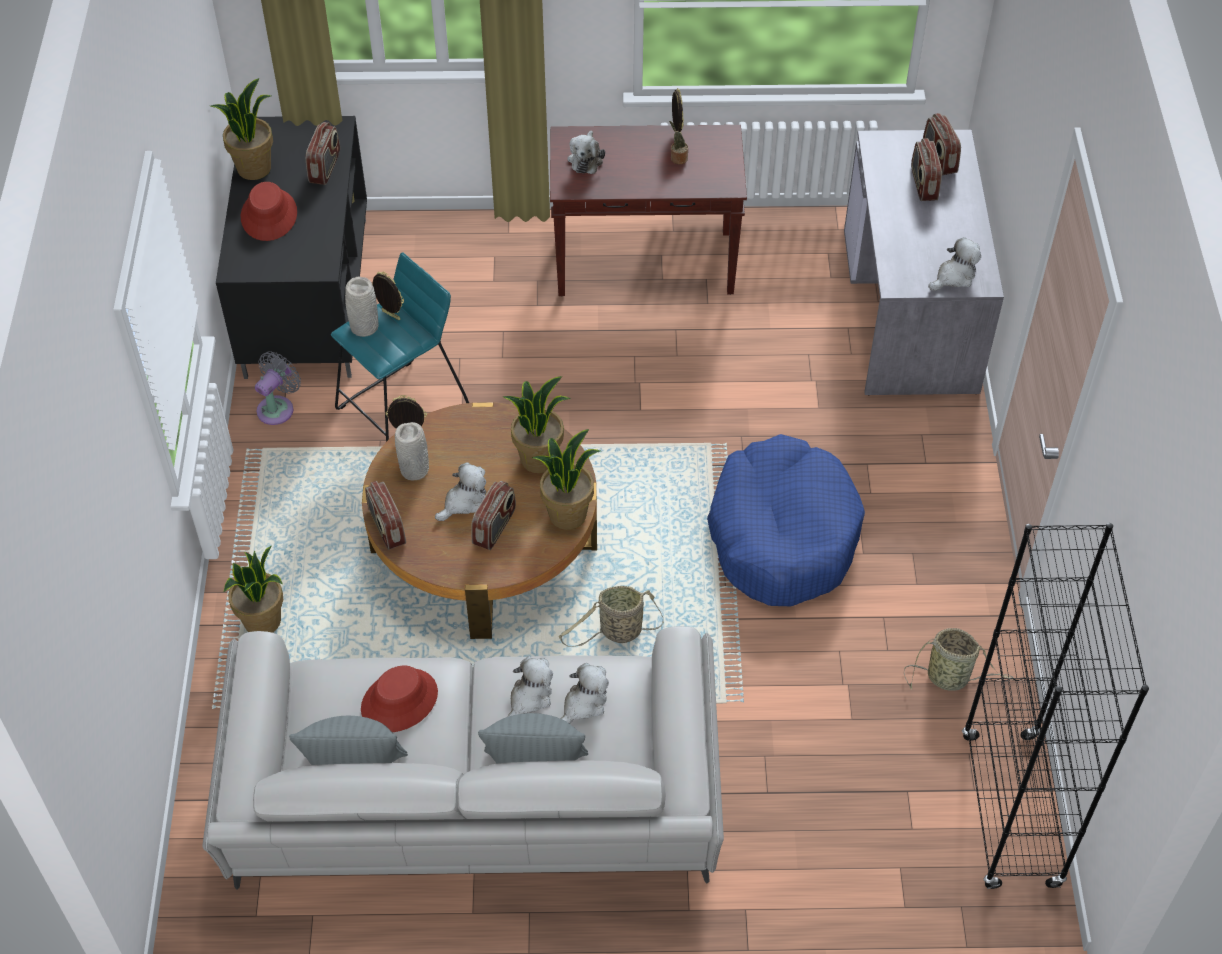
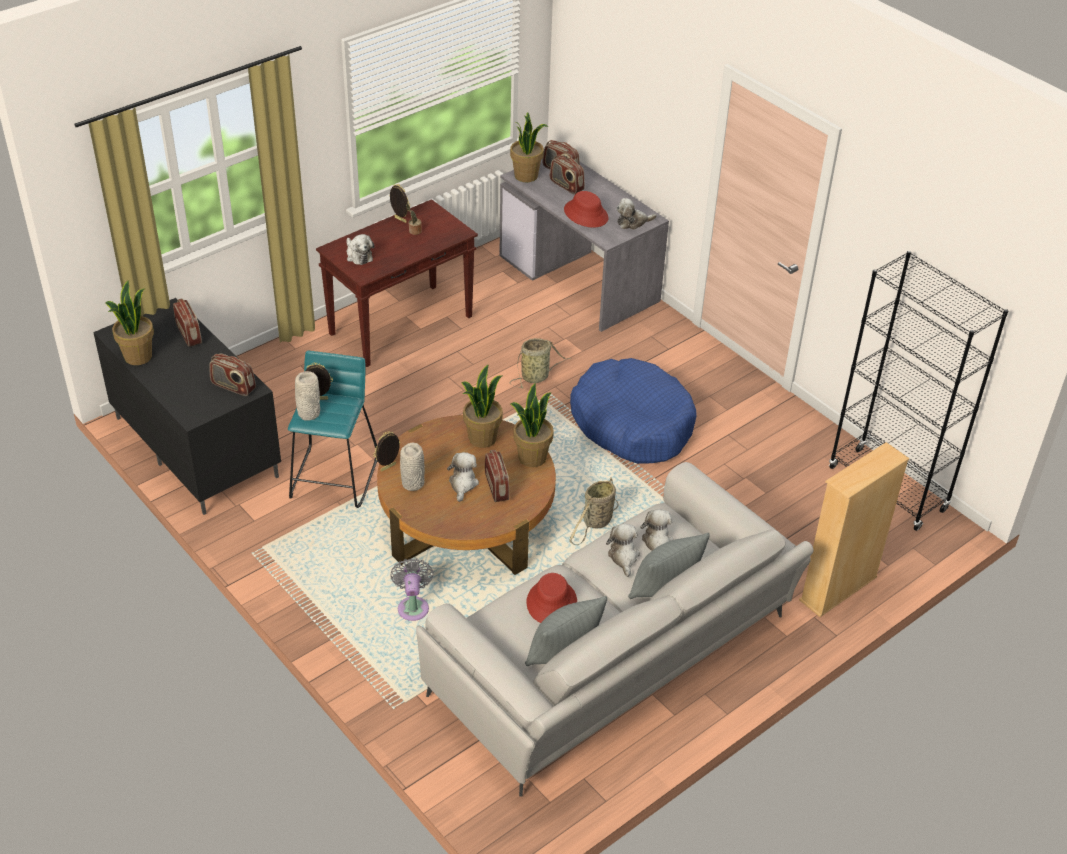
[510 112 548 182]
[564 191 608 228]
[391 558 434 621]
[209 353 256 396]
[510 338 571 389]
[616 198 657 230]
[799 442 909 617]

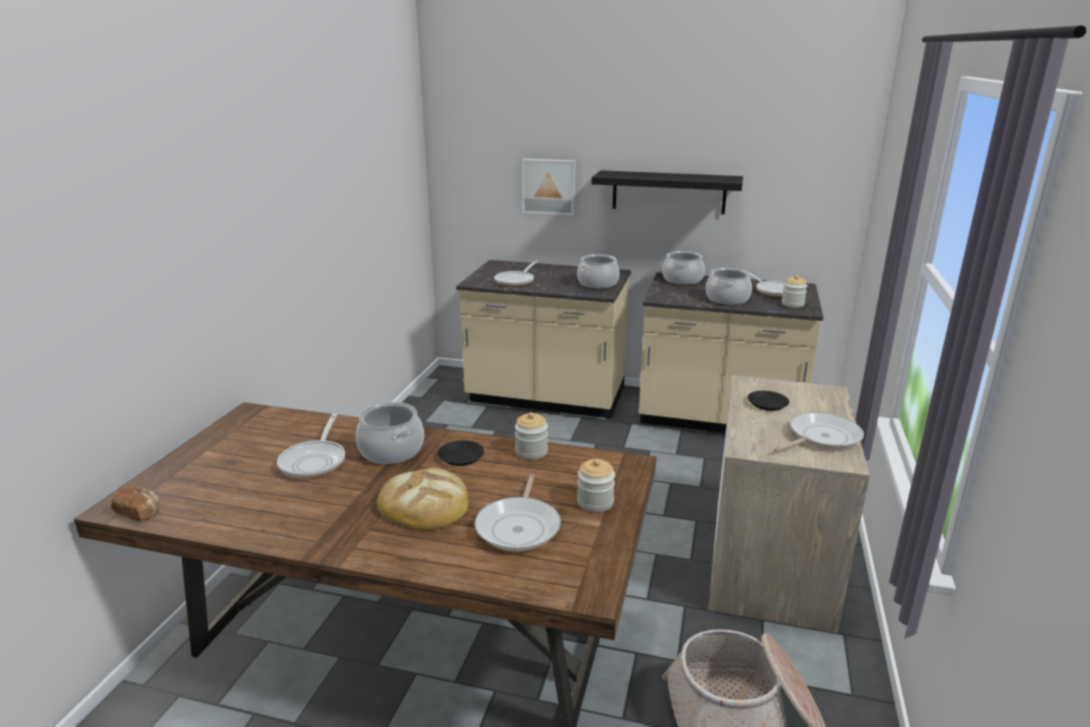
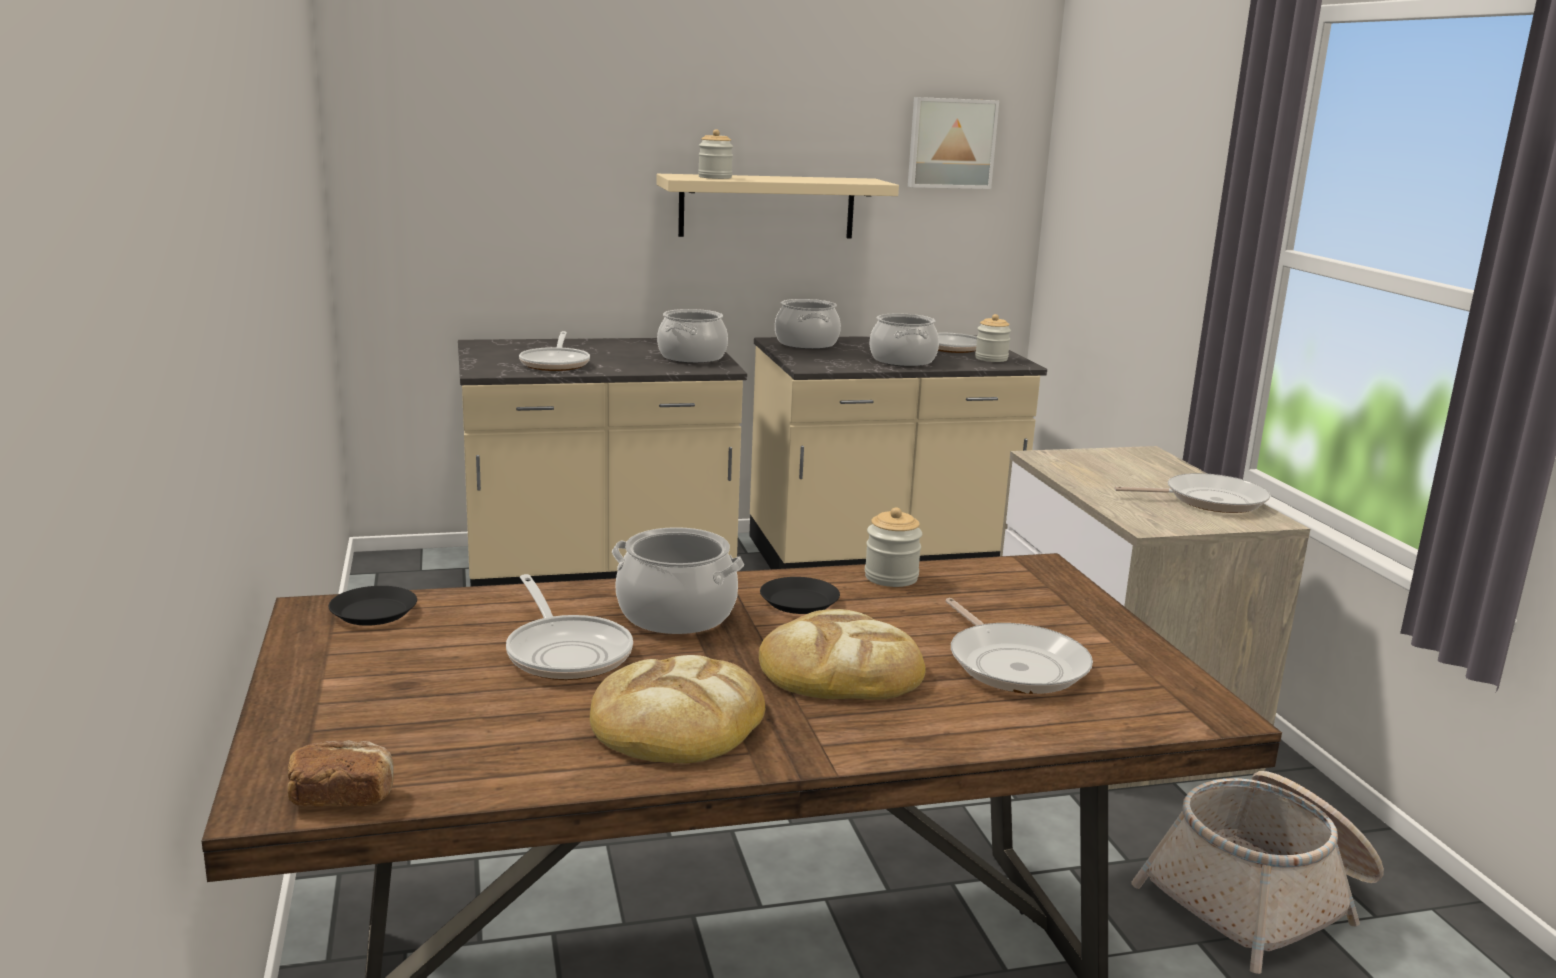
[908 97 999 189]
[698 129 733 179]
[656 174 899 238]
[329 586 417 626]
[1114 473 1271 513]
[590 655 765 763]

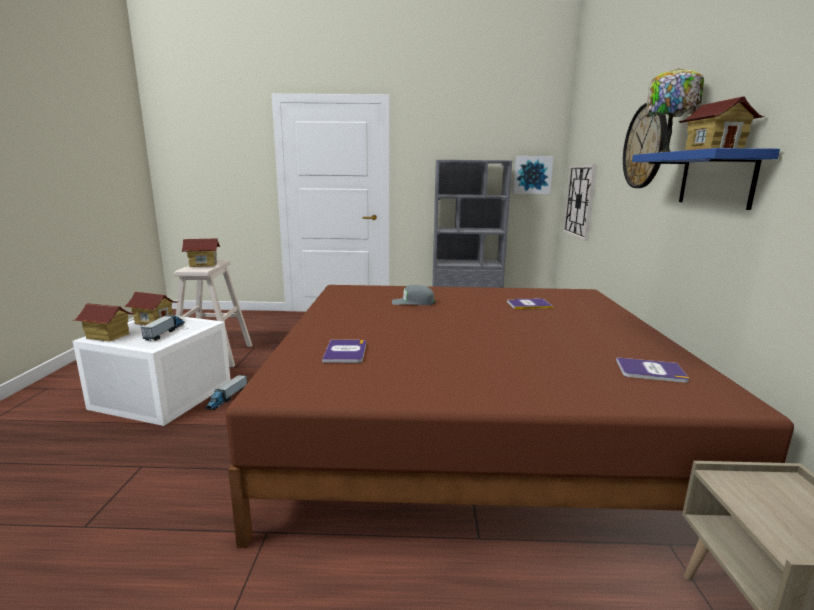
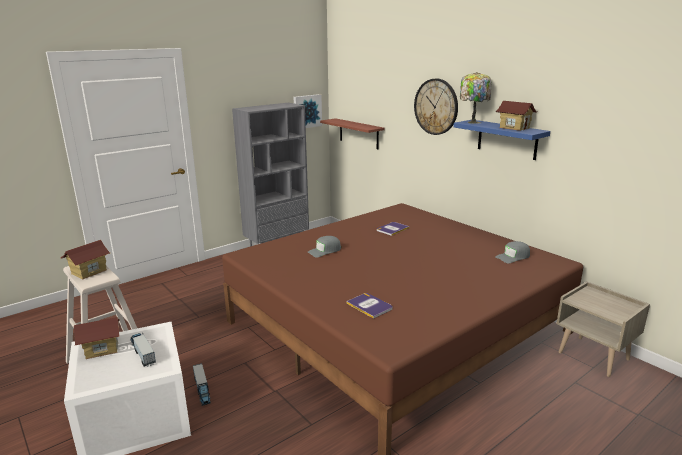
[74 303 135 342] (first image)
[320 118 385 149]
[495 241 530 264]

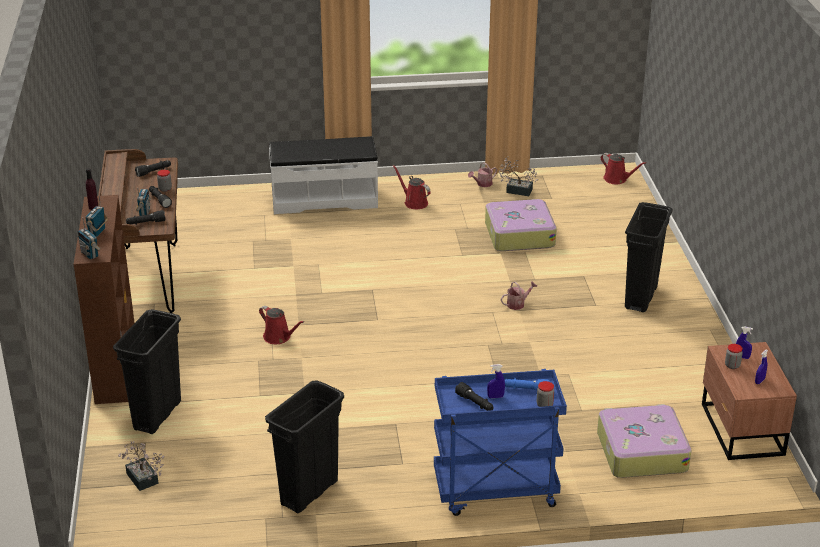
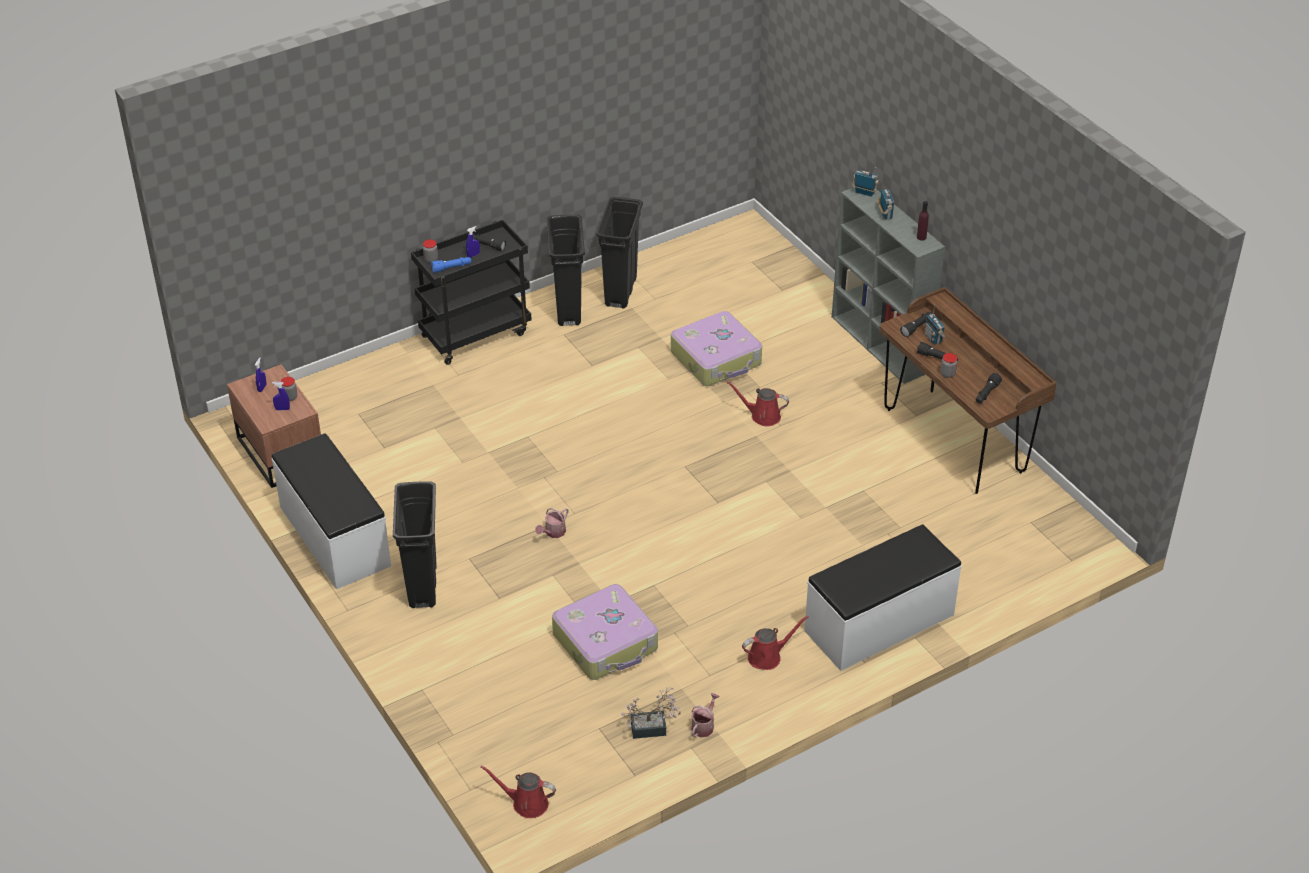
[832 187 945 384]
[547 214 585 326]
[118 441 165 491] (first image)
[742 616 808 670]
[411 220 532 365]
[671 311 762 386]
[272 433 391 589]

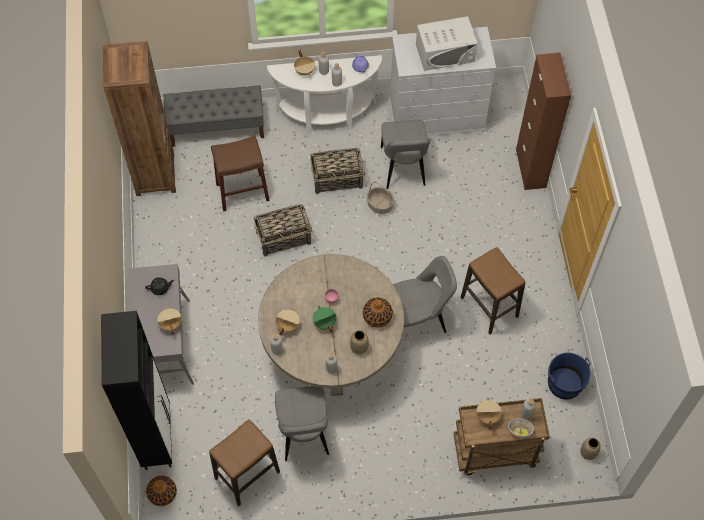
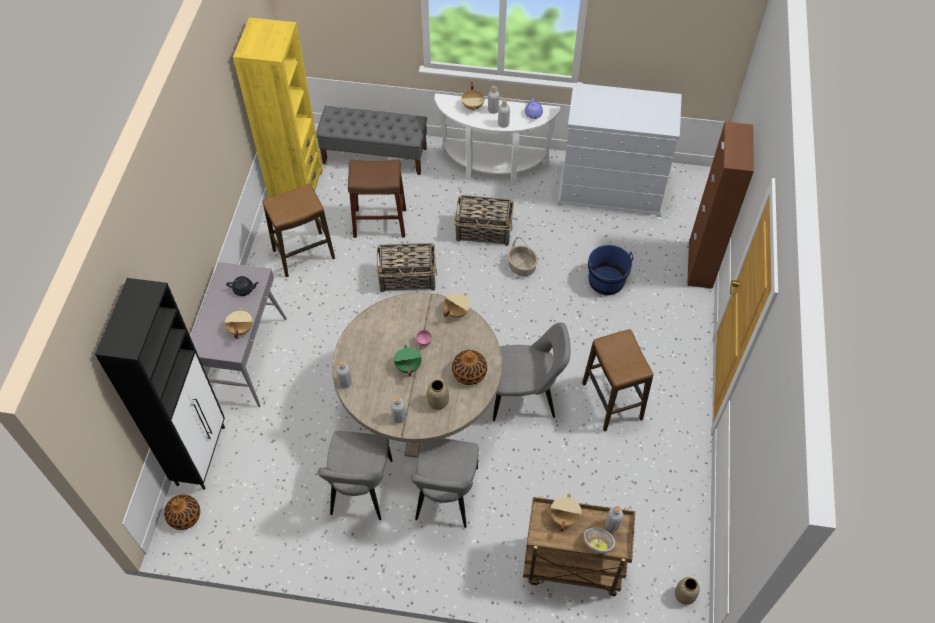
[233 18 323 198]
[262 183 335 277]
[443 293 470 318]
[411 438 479 528]
[416 16 477 71] (first image)
[588 245 633 295]

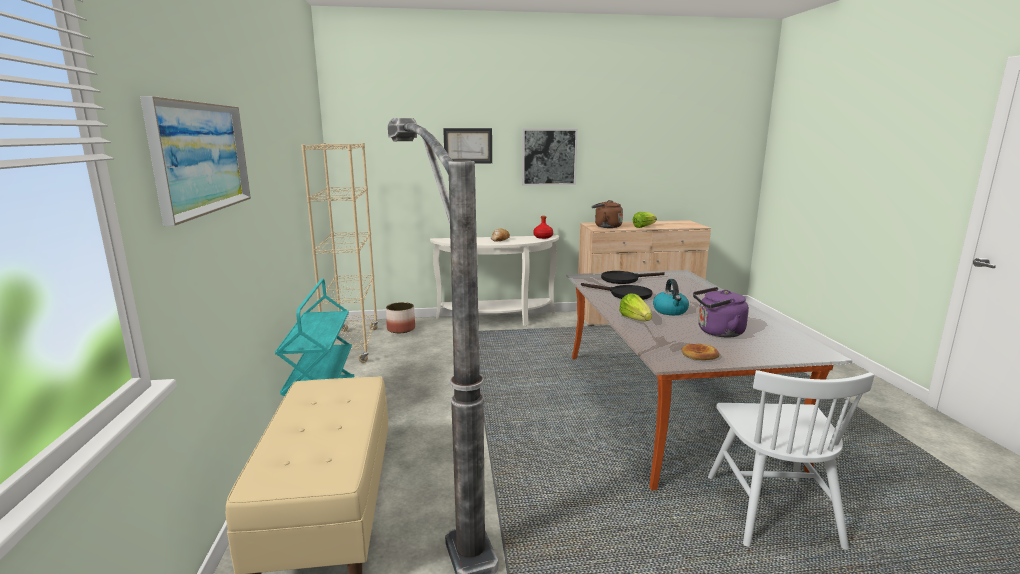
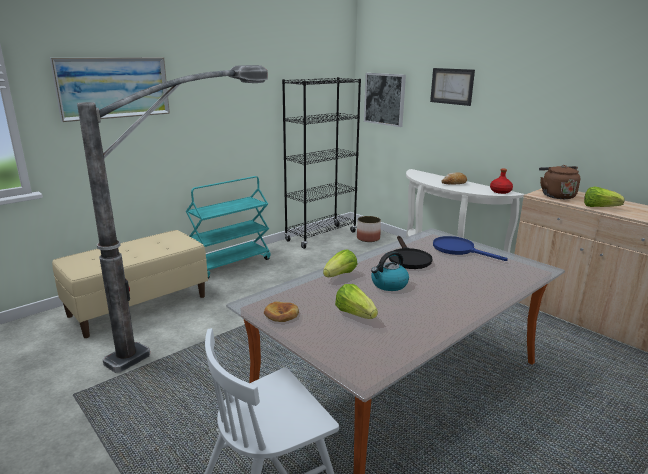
[282 77 361 249]
[364 73 406 127]
[433 236 508 261]
[335 284 378 319]

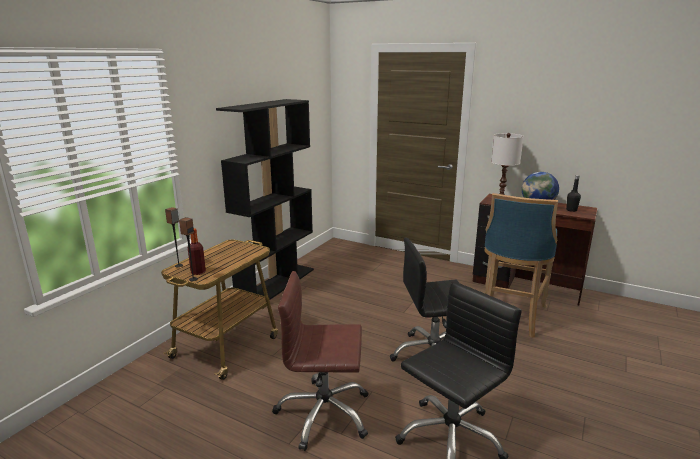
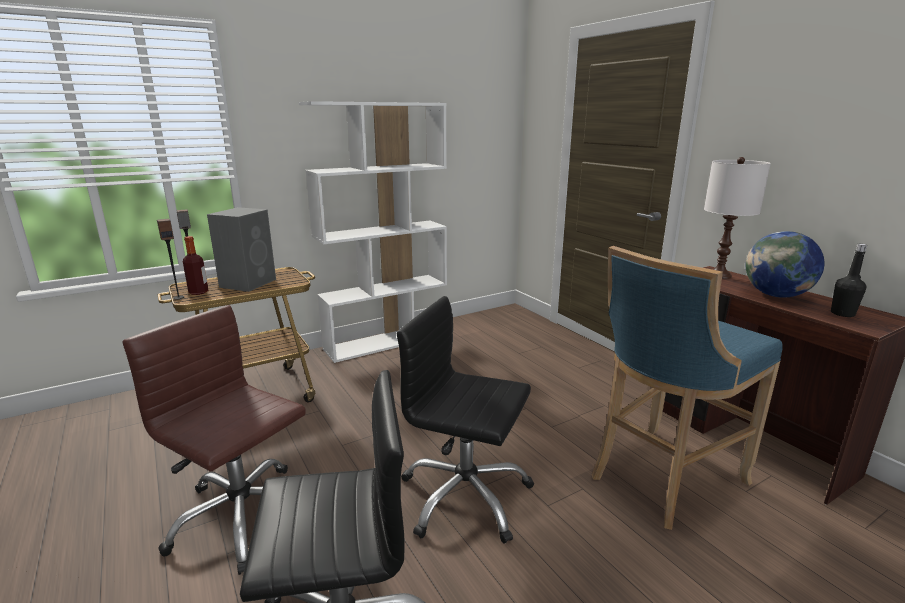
[299 101 447 363]
[207 207 276 292]

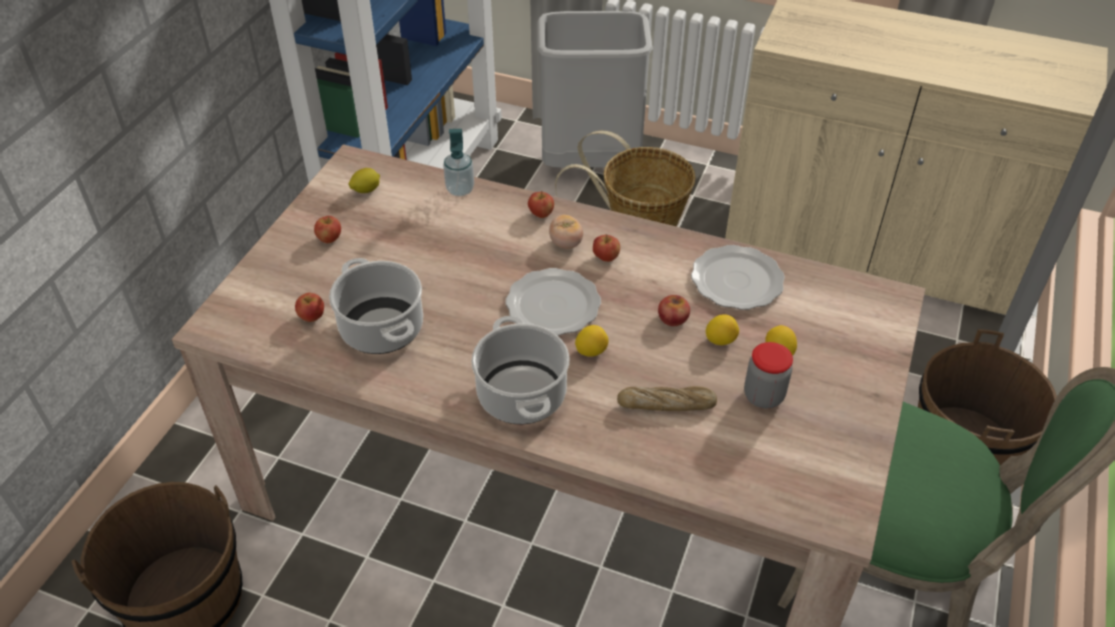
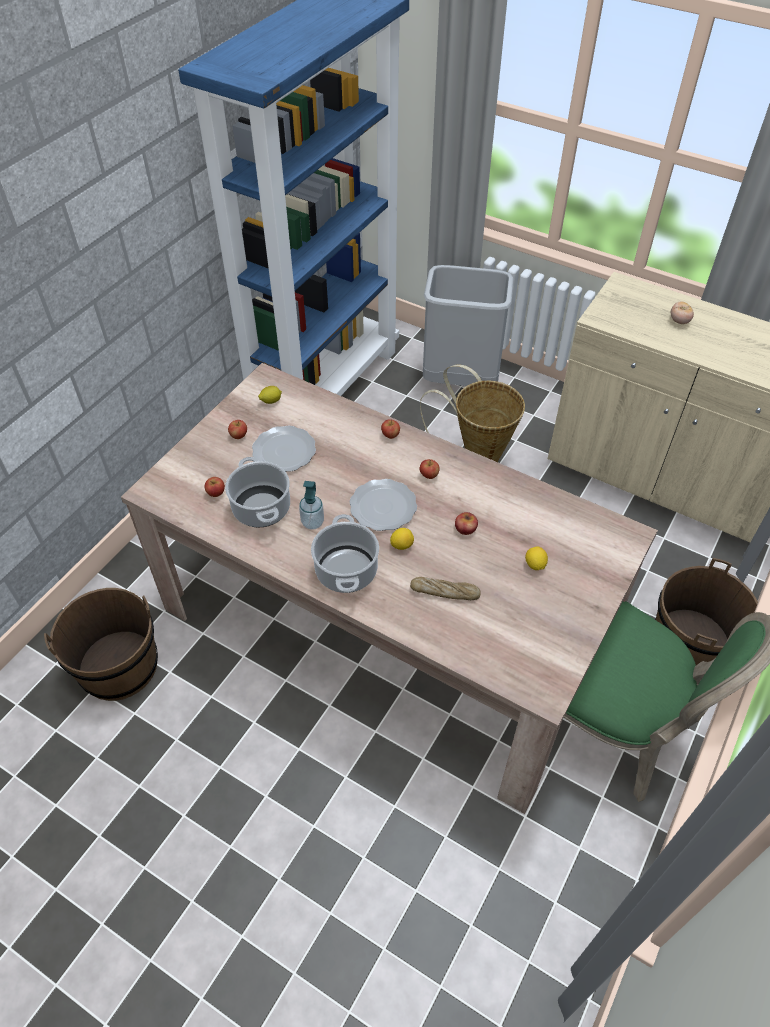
[299 481 324 530]
[671 301 694 324]
[252 426 316 471]
[706 314 739 345] (first image)
[744 342 793 409] (first image)

